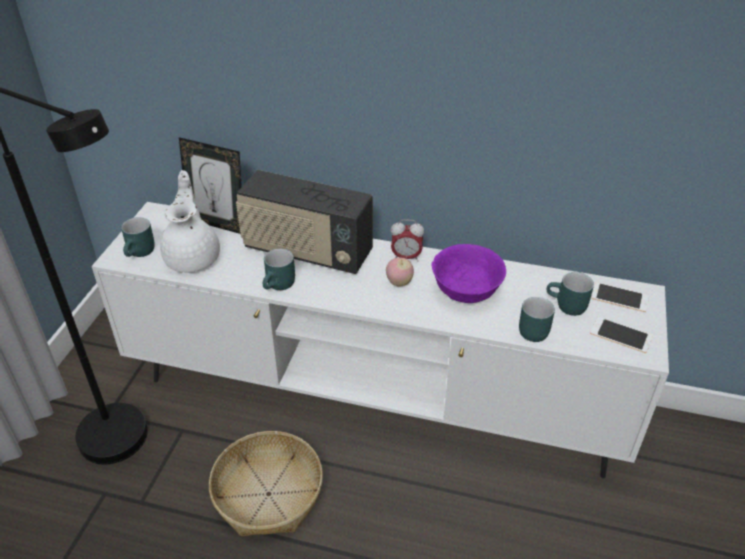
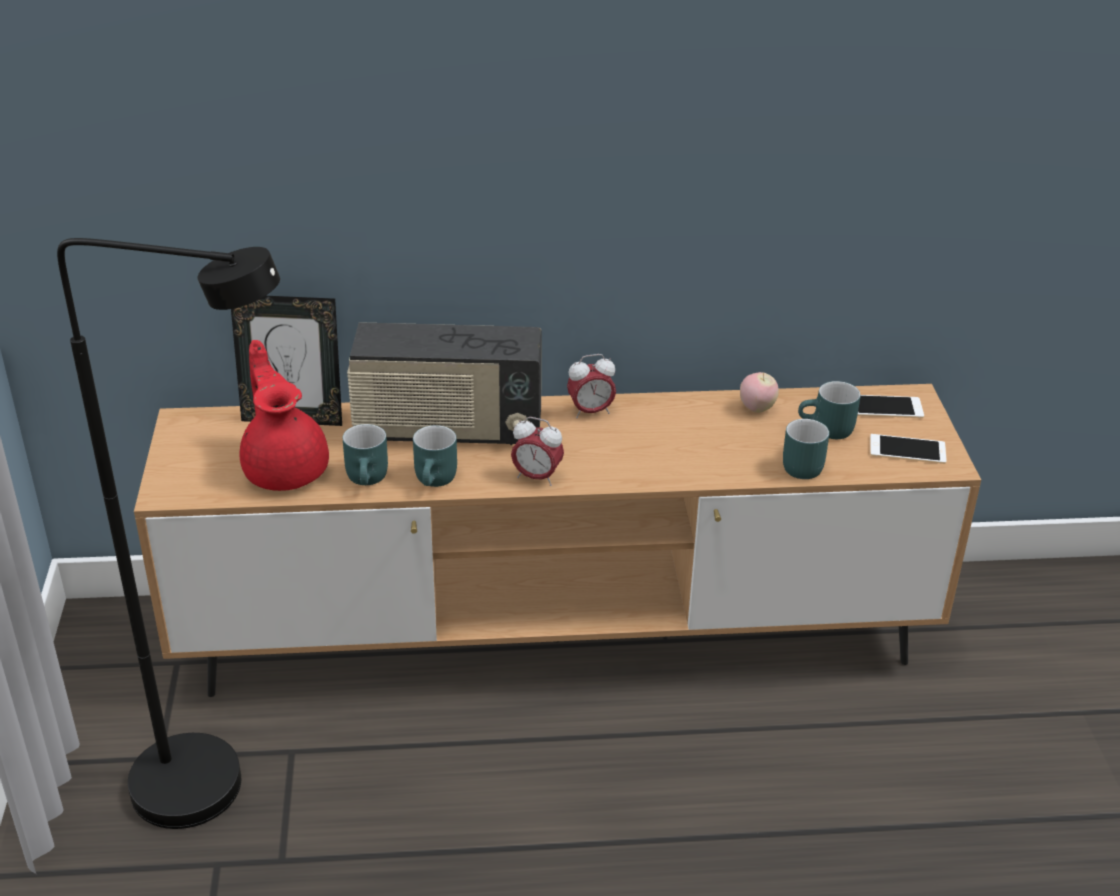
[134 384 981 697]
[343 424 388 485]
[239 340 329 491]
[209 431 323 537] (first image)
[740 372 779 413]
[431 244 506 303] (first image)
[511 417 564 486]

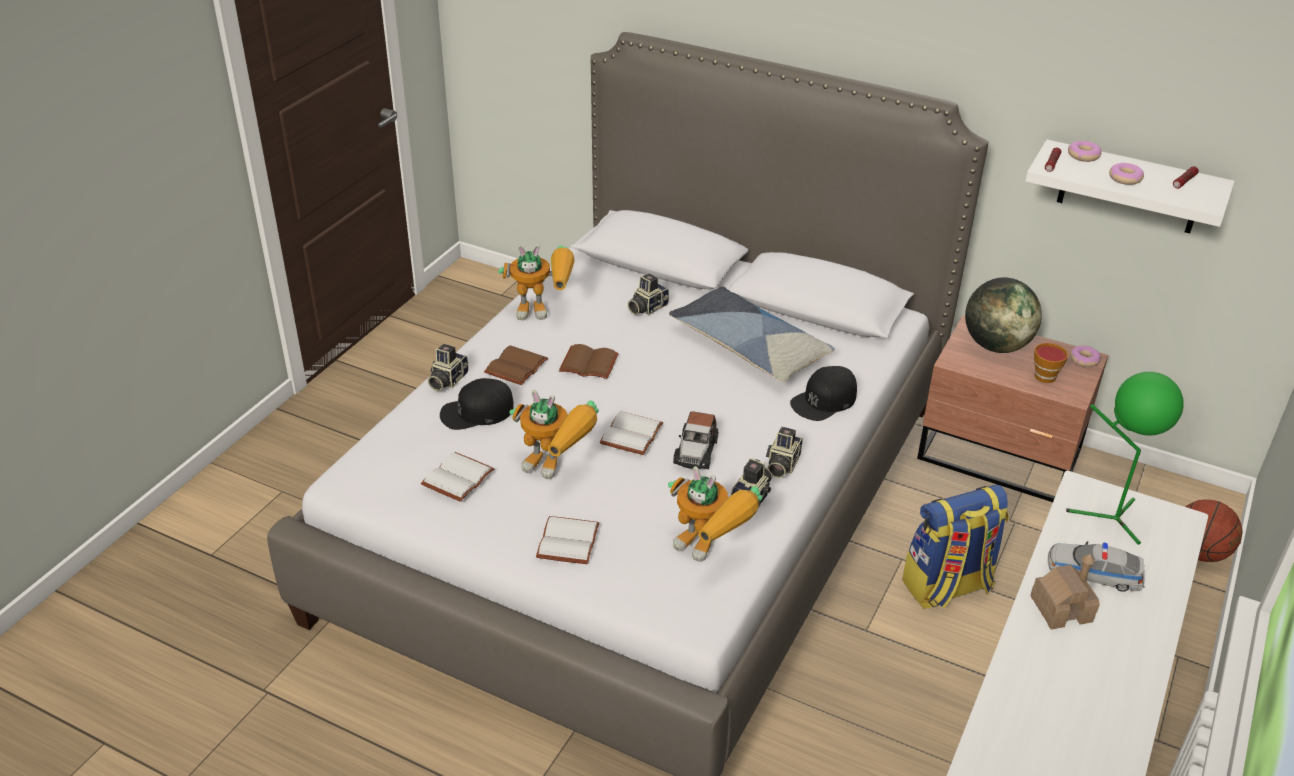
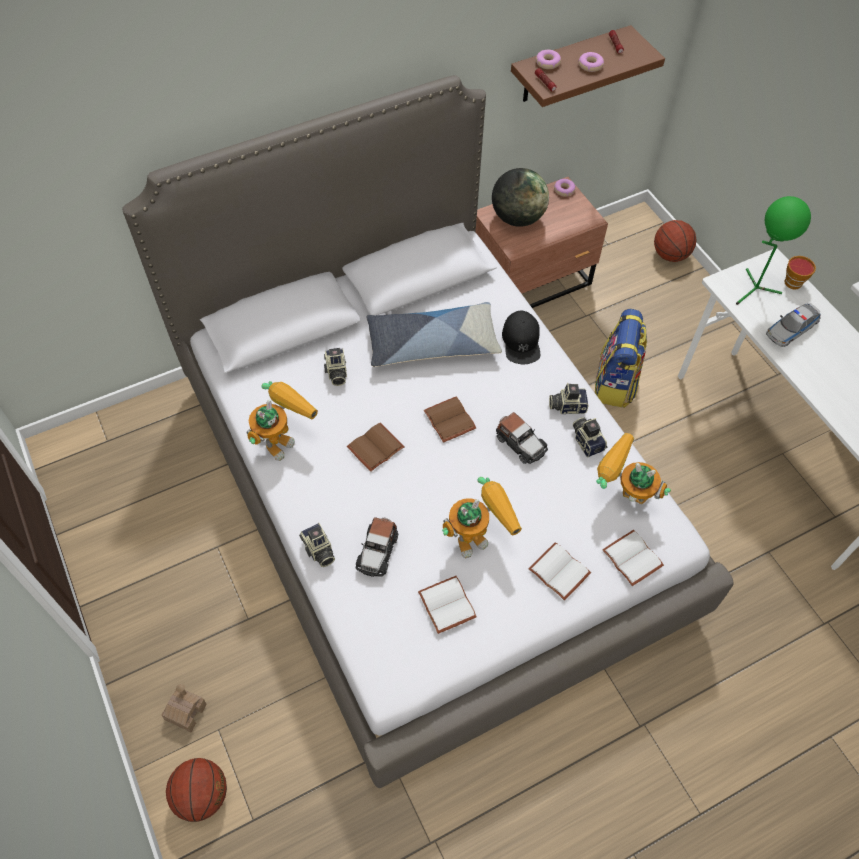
[356 517 398 577]
[424 396 476 443]
[602 530 664 586]
[596 433 671 504]
[549 383 589 414]
[511 25 665 107]
[161 684 207 732]
[785 256 816 289]
[166 758 227 822]

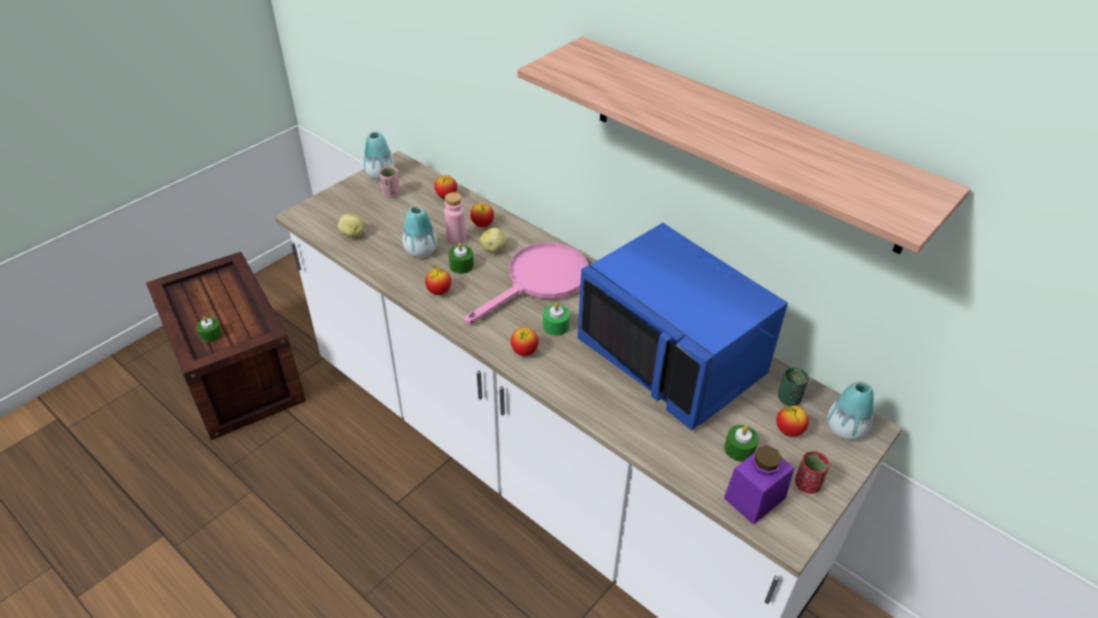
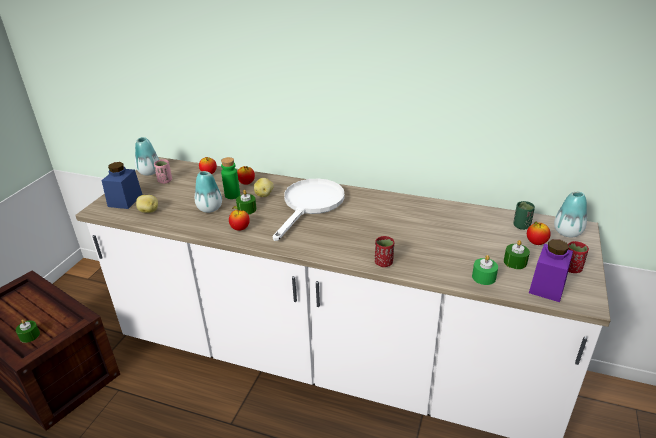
[221 157 240 199]
[272 179 345 241]
[511 327 539 356] (first image)
[518 36 970 254] (first image)
[472 255 498 285]
[578 223 788 430] (first image)
[102 162 143 209]
[375 236 394 267]

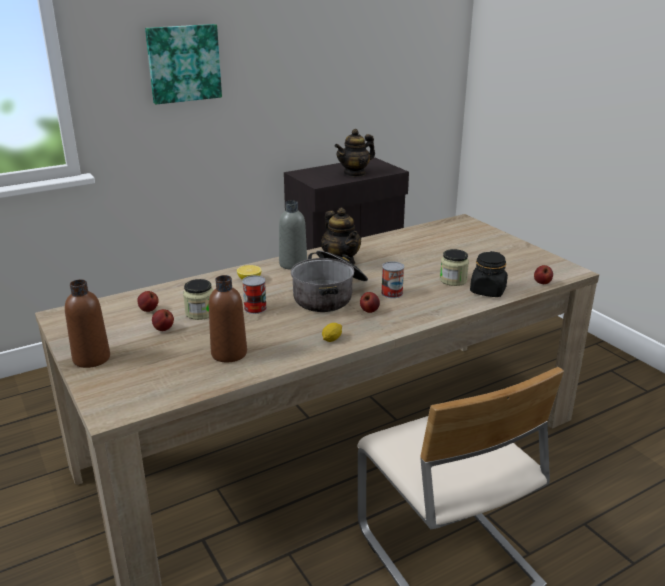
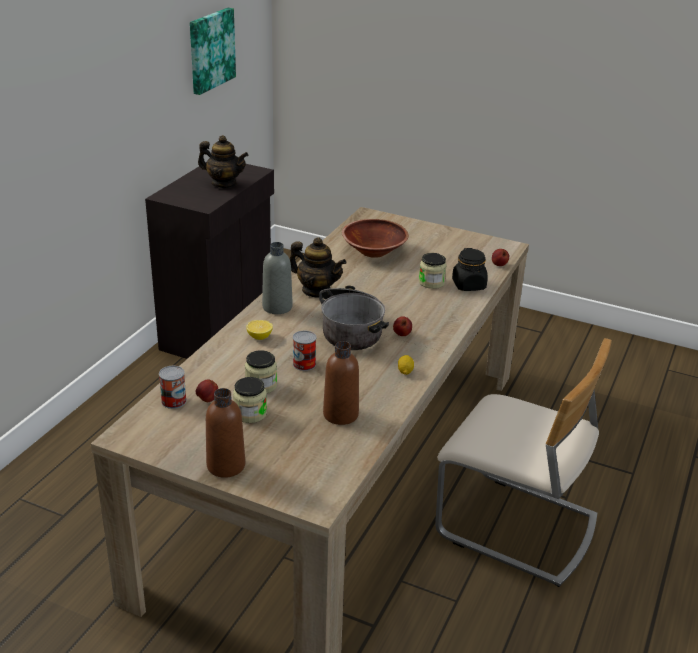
[190 8 236 95]
[233 377 267 423]
[198 135 248 188]
[159 366 187 409]
[342 219 409 258]

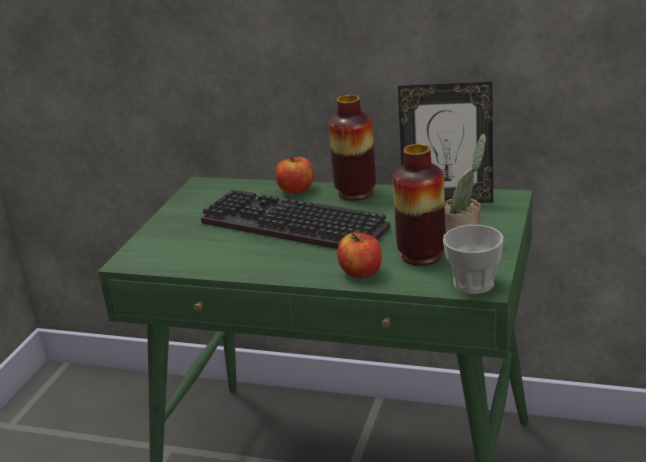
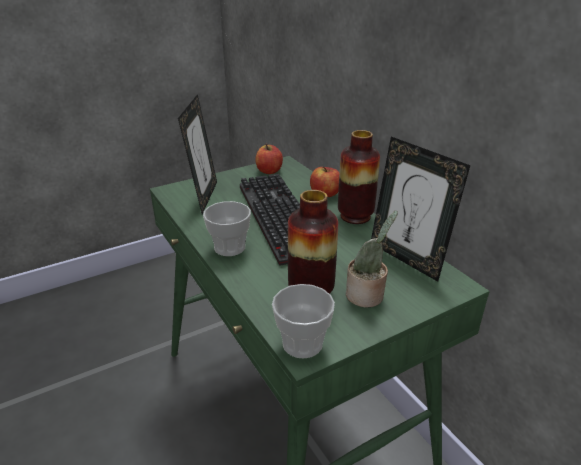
[255 144 283 174]
[178 94 217 214]
[203 201 251 256]

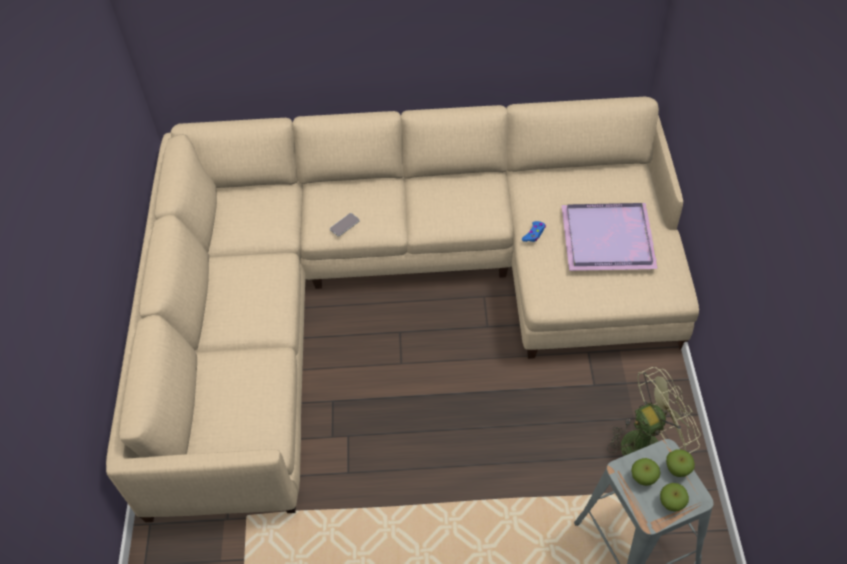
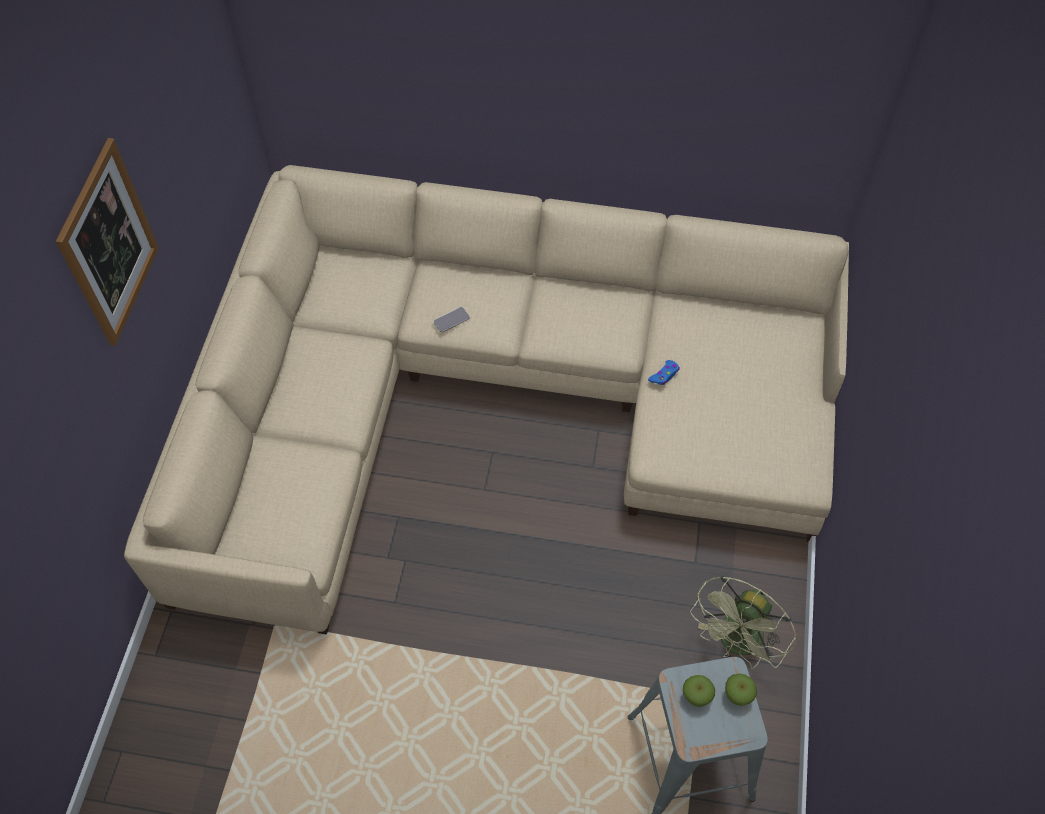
[561 203 658 271] (first image)
[690 576 797 669]
[660 483 689 511] (first image)
[56 138 159 346]

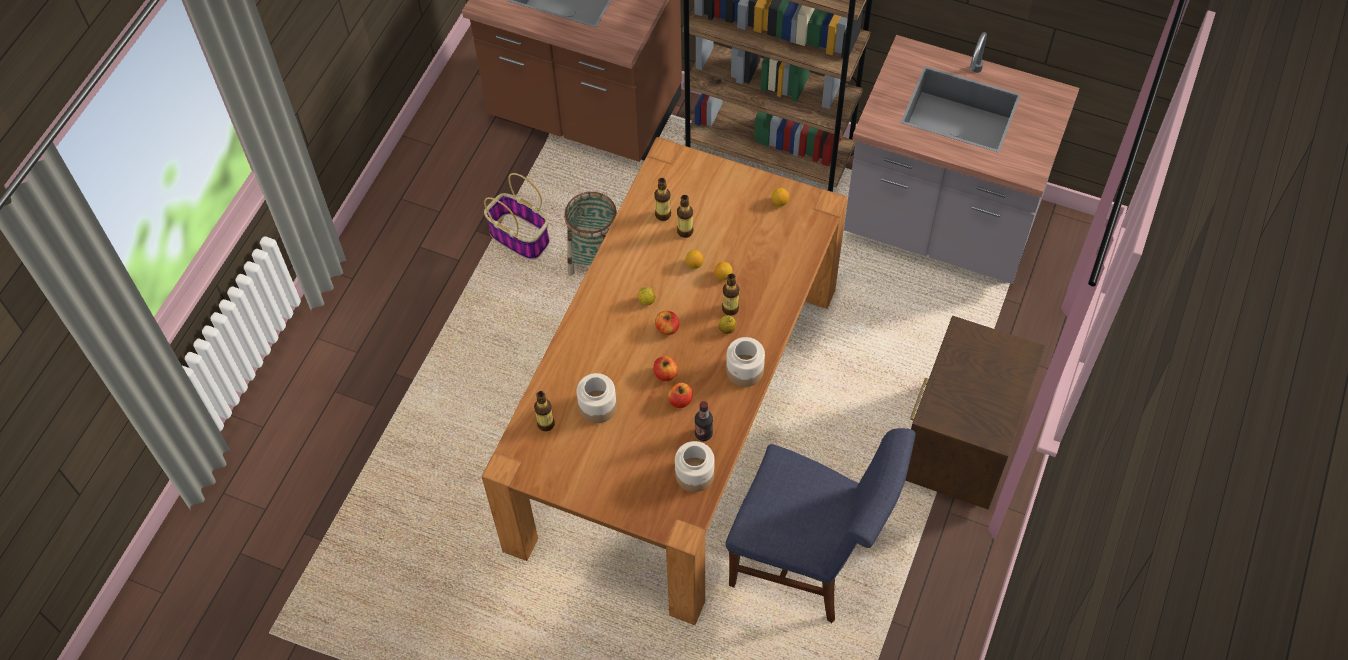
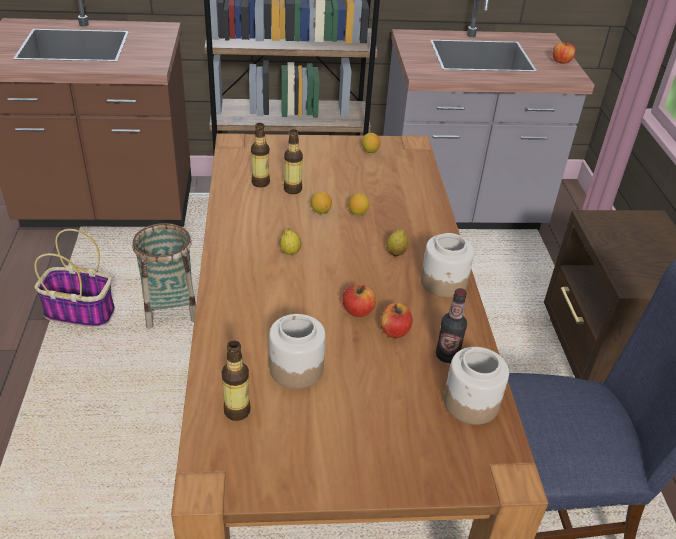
[553 42 576 63]
[722 274 739 316] (first image)

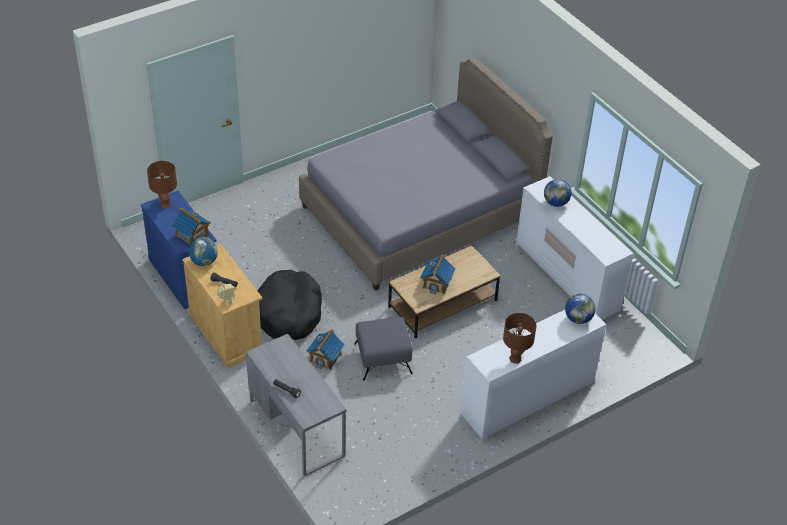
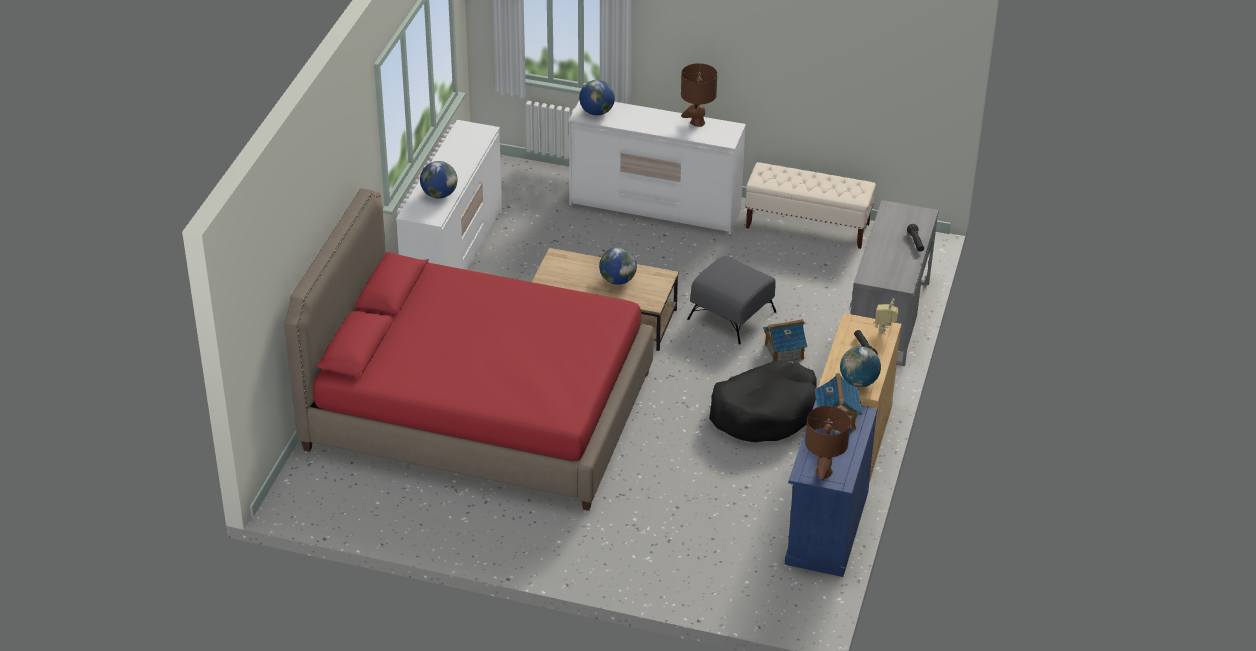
[284 188 654 511]
[599 247 637 285]
[745 162 876 249]

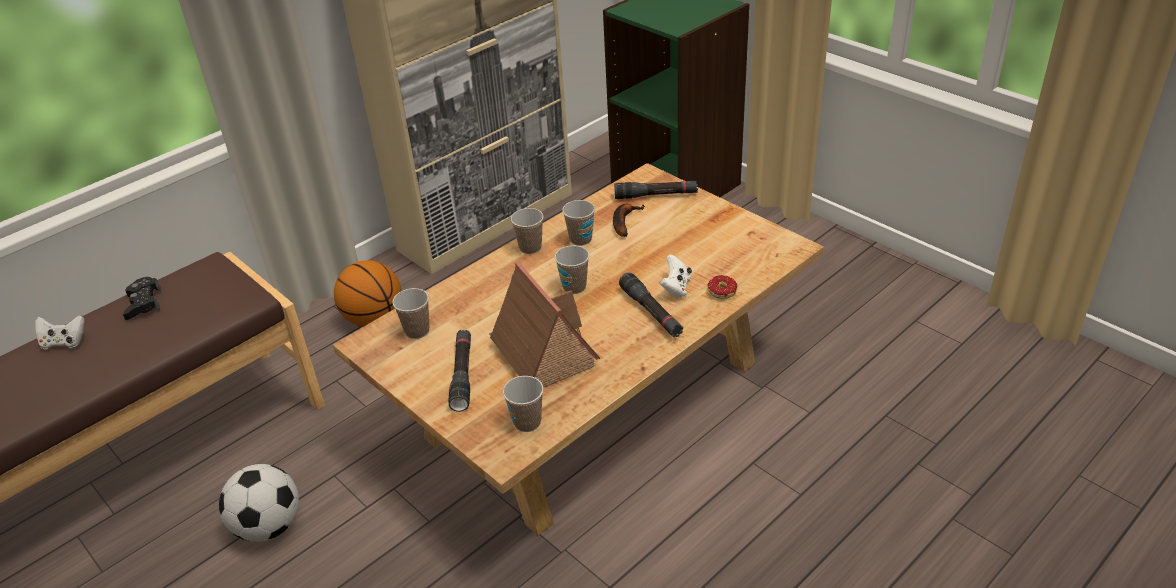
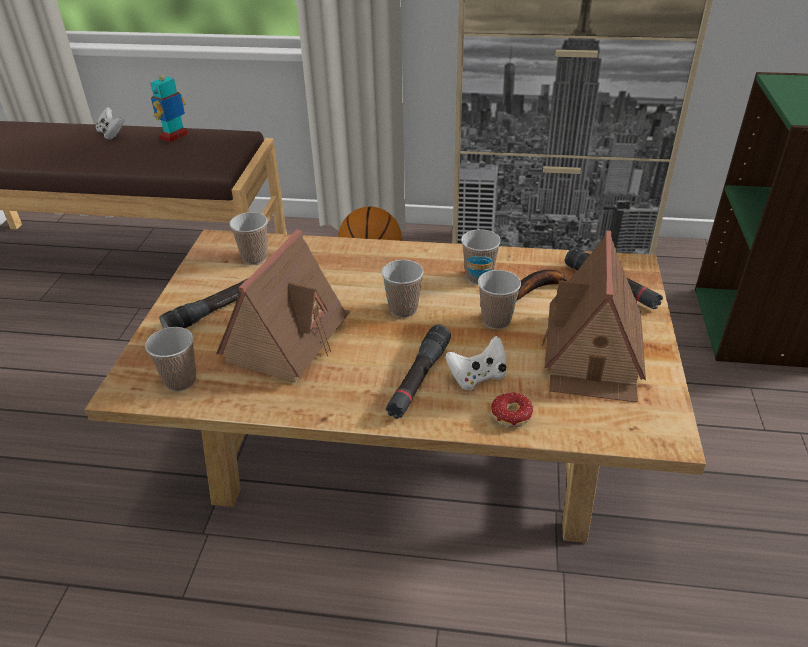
[151 68 188 143]
[219 464 299 542] (first image)
[478 270 521 329]
[542 230 646 403]

